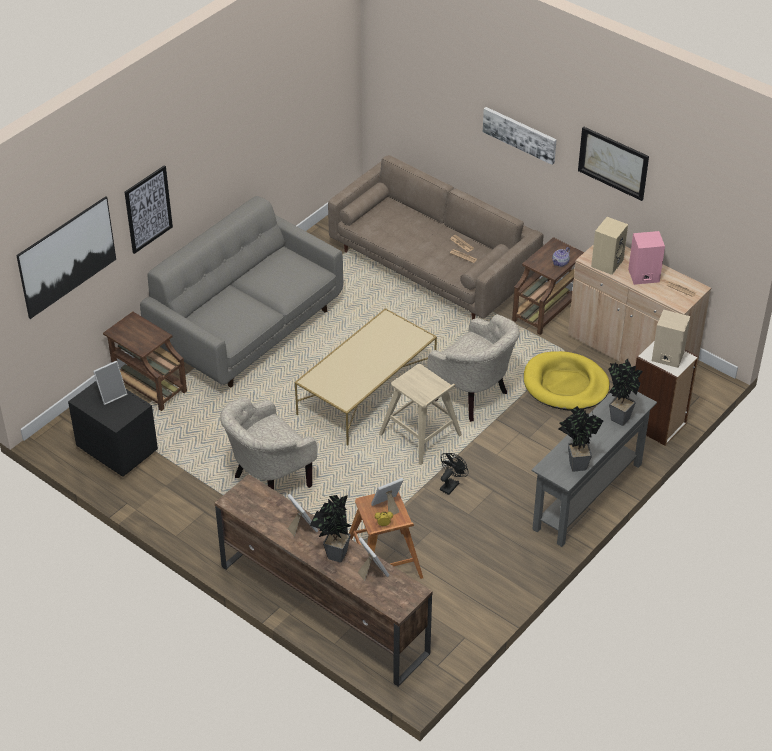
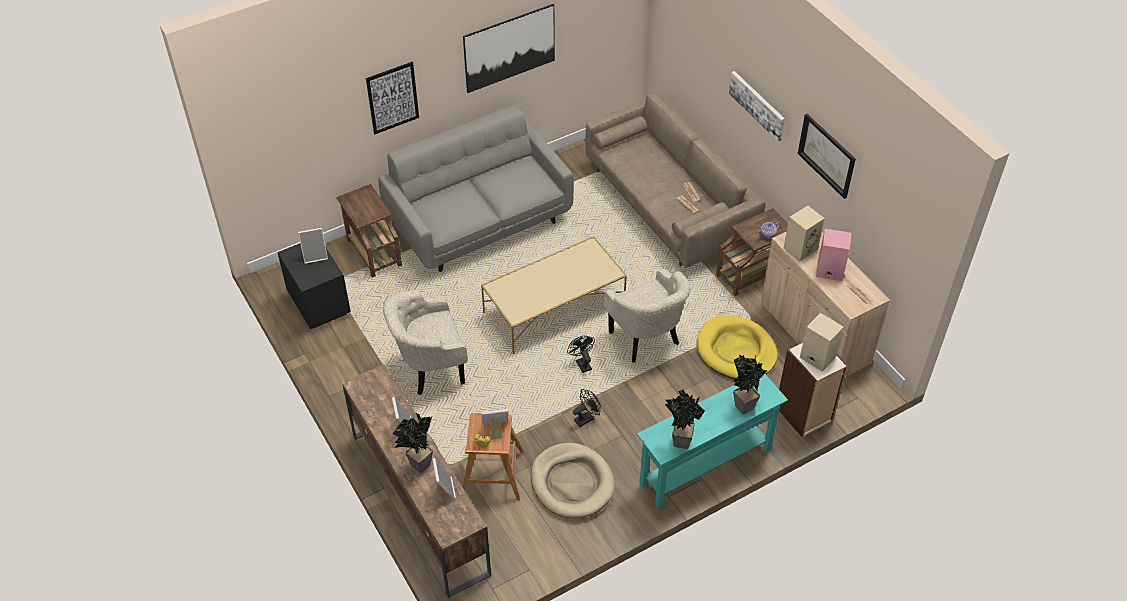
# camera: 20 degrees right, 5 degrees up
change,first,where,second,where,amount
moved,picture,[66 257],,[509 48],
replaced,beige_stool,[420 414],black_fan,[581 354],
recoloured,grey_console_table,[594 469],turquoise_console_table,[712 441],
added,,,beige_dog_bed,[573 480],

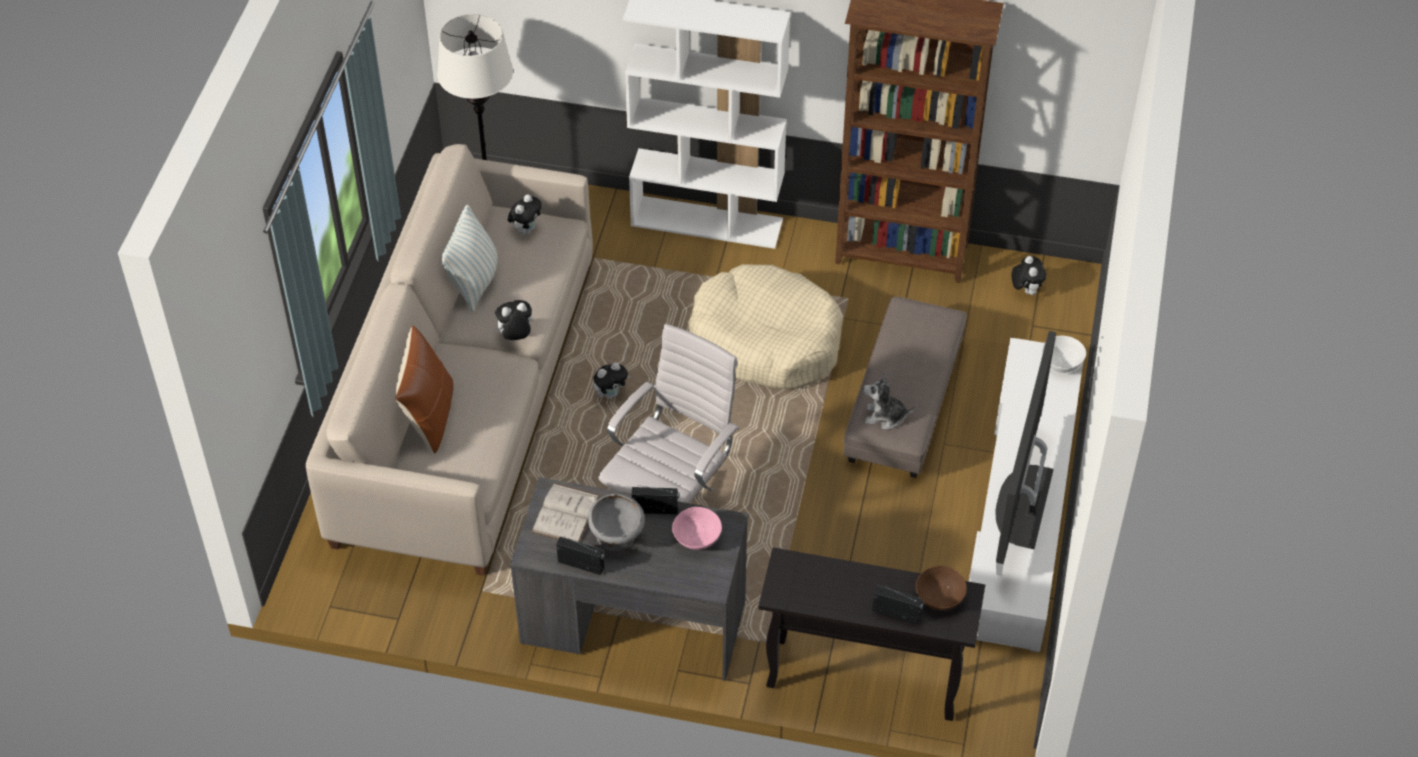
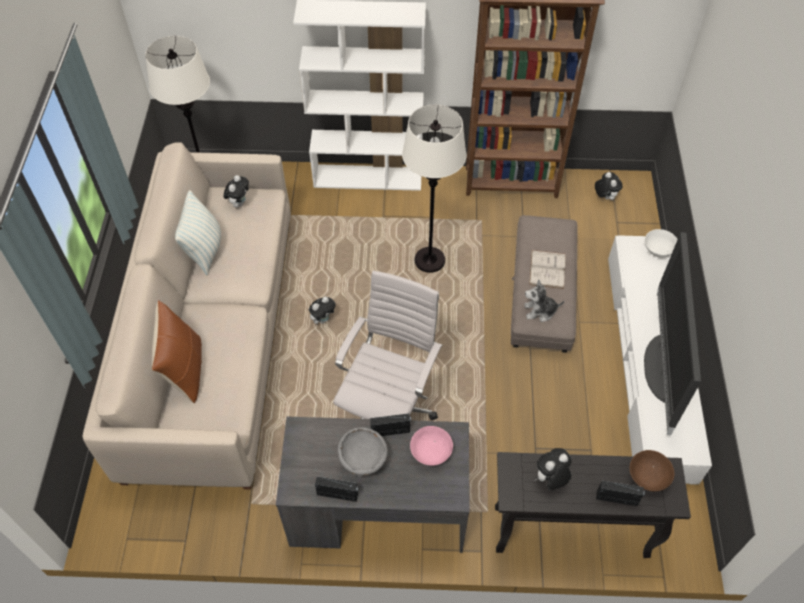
# camera: 10 degrees left, 5 degrees up
change,first,where,second,where,amount
moved,plush_toy,[513 320],,[553 469],
moved,white_book,[566 512],,[547 269],
replaced,beige_dog_bed,[765 326],white_floor_lamp,[434 189],

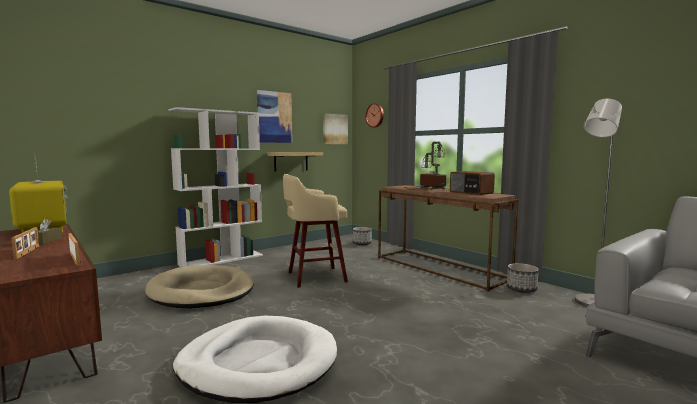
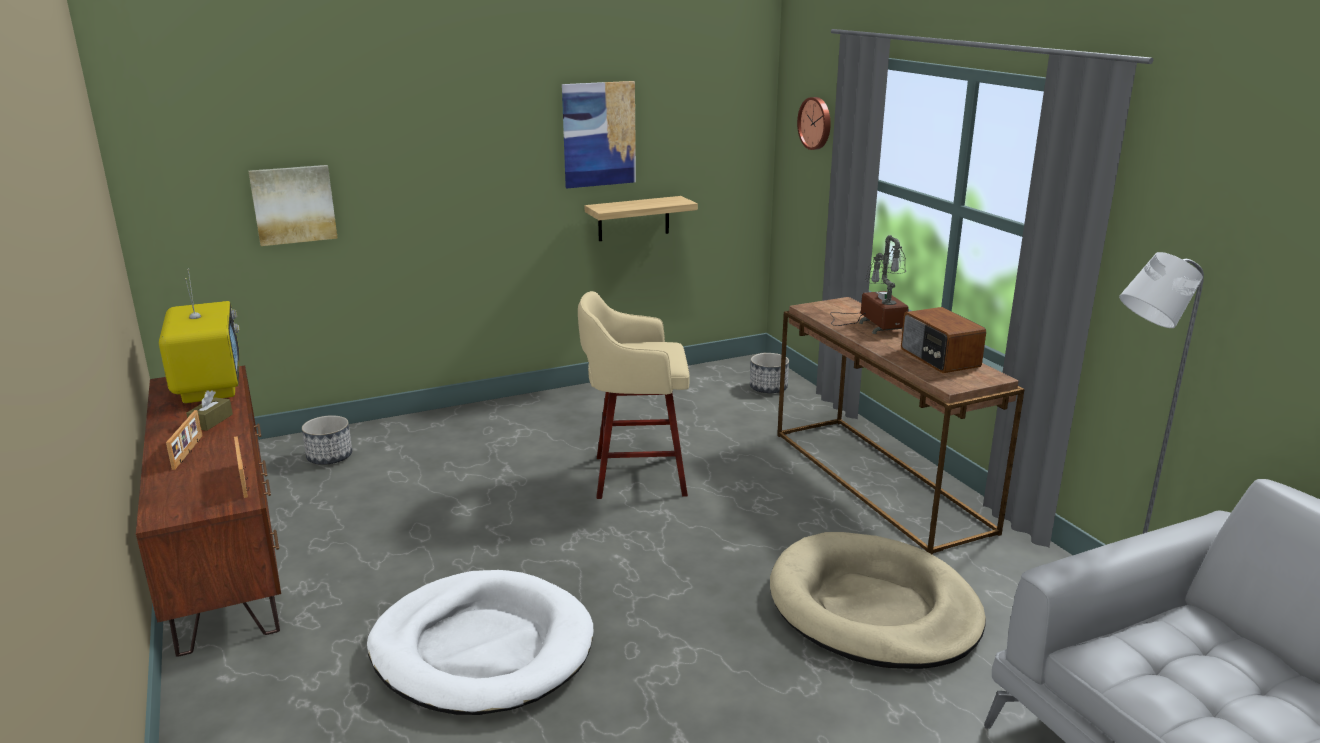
# camera: 15 degrees right, 15 degrees up
change,first,where,second,where,amount
moved,beige_dog_bed,[199 287],,[878 600],
removed,white_bookcase,[216 187],,,
moved,picture,[335 128],,[293 205],
moved,planter,[523 278],,[327 440],

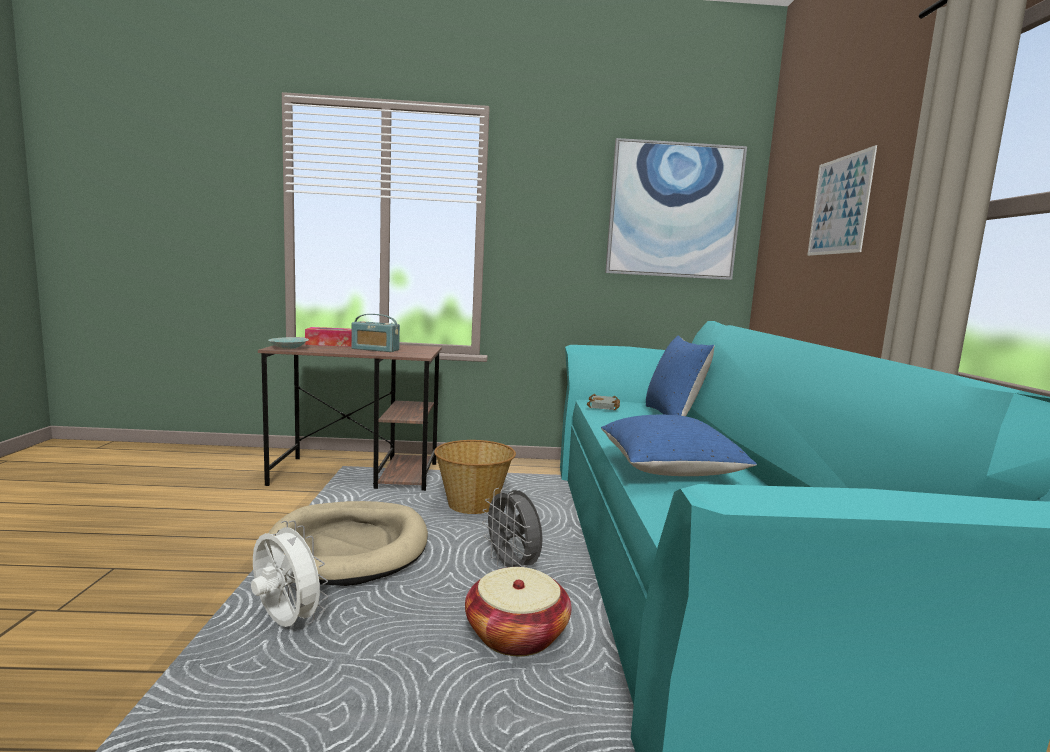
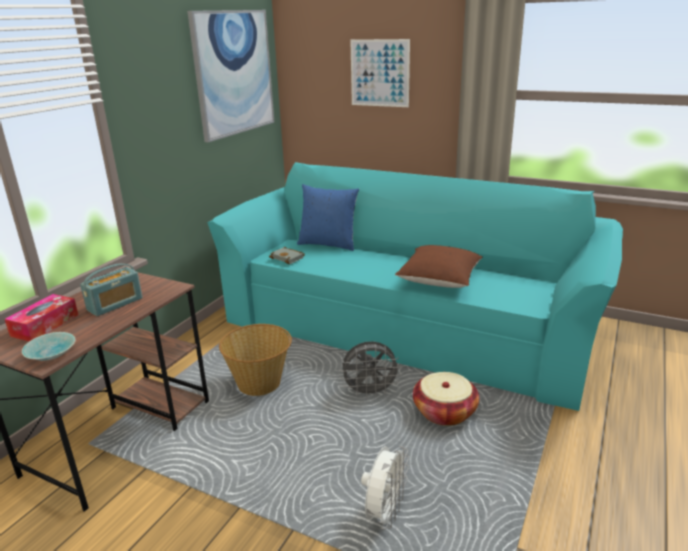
# camera: 60 degrees left, 15 degrees up
change,first,where,second,where,amount
turned,white_fan,[289 573],,[385 487],135 degrees clockwise
removed,beige_dog_bed,[348 543],,,
recoloured,blue_pillow,[679 445],brown_pillow,[439 266],

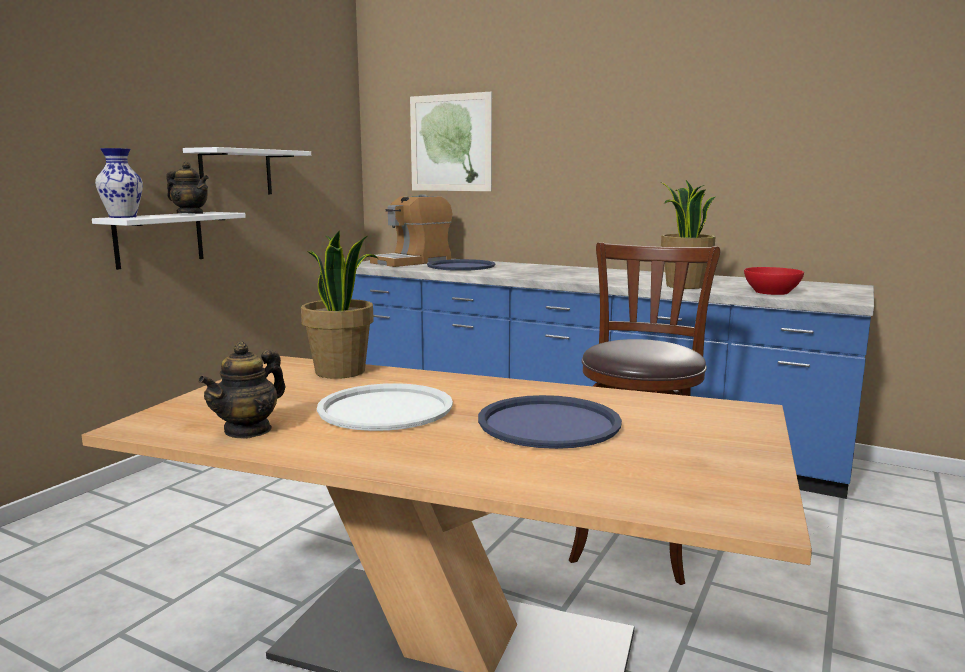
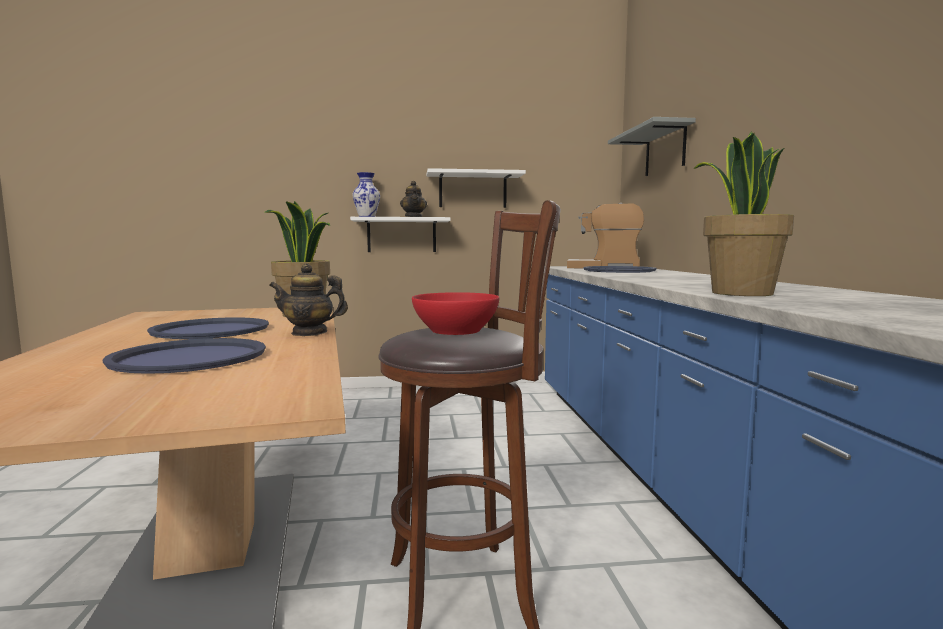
# camera: 55 degrees right, 5 degrees down
change,first,where,second,where,amount
moved,teapot,[242 390],,[308 299],
recoloured,white_tray,[385 407],blue_tray,[208 328],
replaced,picture,[451 141],grey_shelf,[652 146],
moved,red_bowl,[774 281],,[455 313],

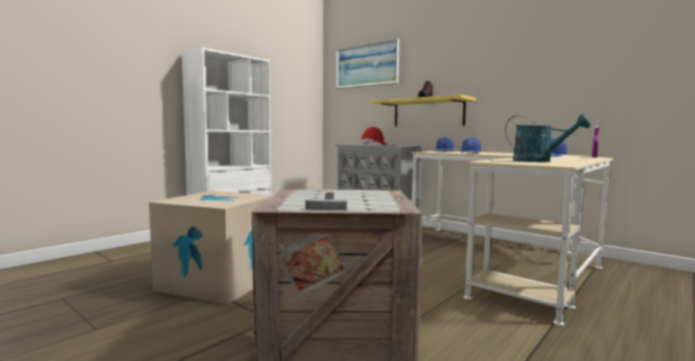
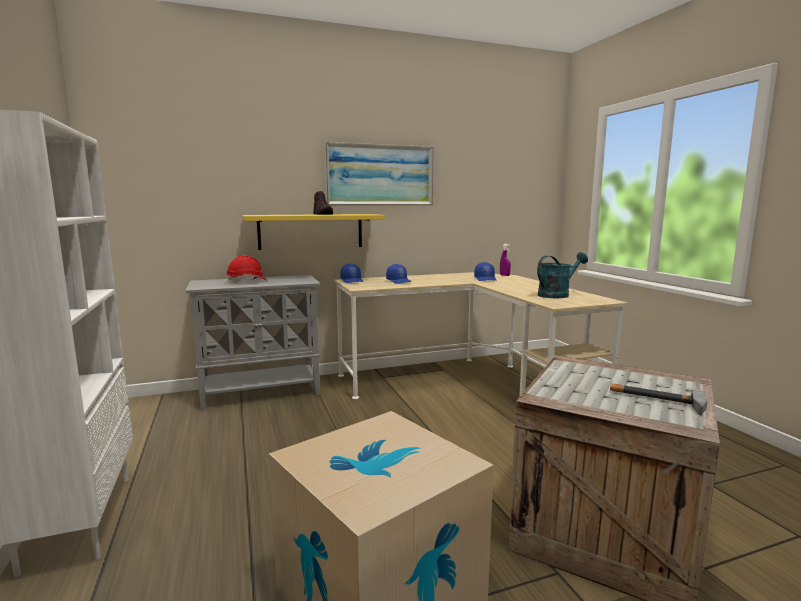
# camera: 60 degrees left, 5 degrees up
change,first,where,second,where,amount
moved,picture,[367 63],,[379 173],

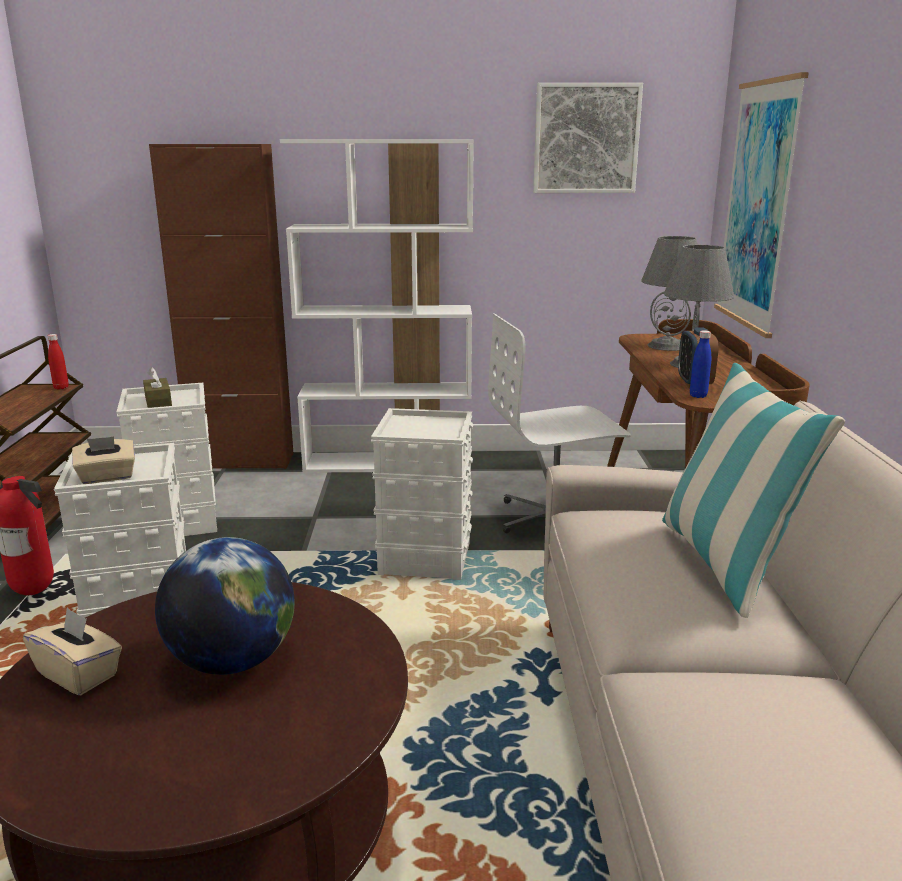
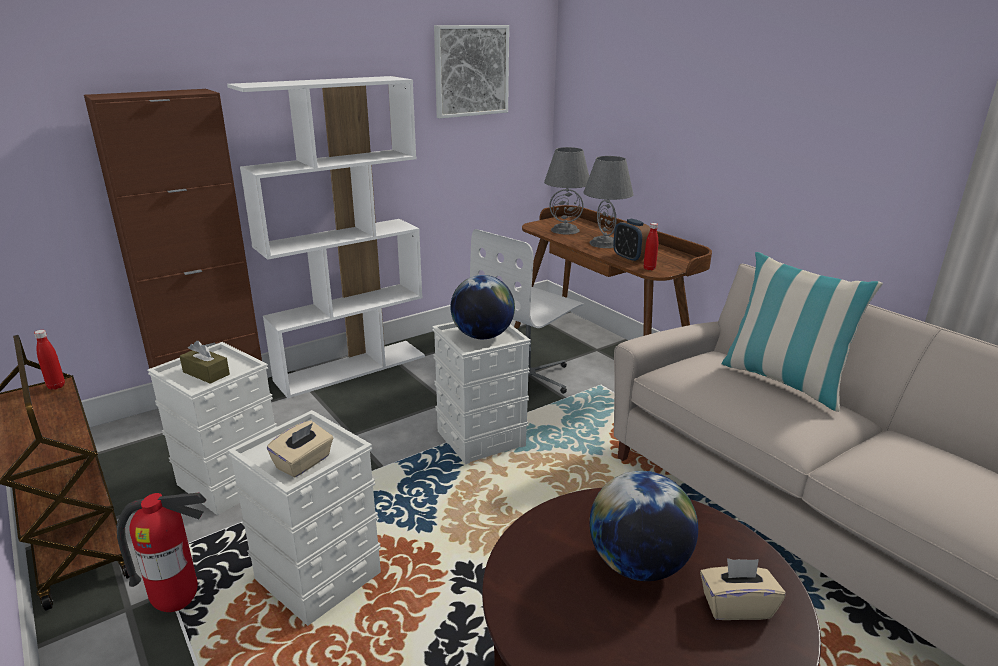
# camera: 35 degrees left, 5 degrees up
change,first,where,second,where,amount
moved,beige_tissue_box,[72 651],,[743 589],
recoloured,blue_bottle,[700 364],red_bottle,[650 246],
removed,picture,[761 205],,,
added,,,globe,[482 307],

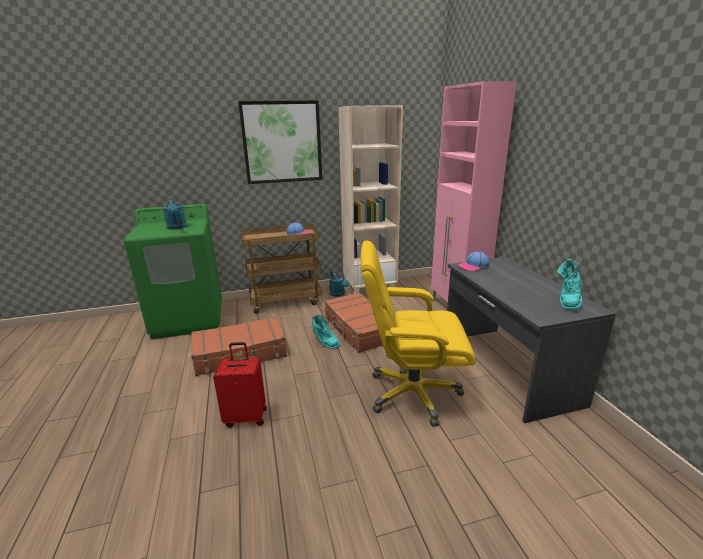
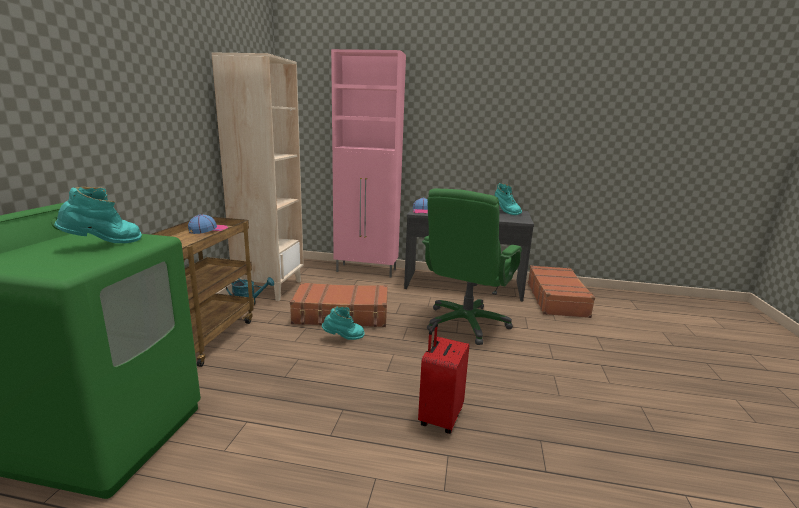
# camera: 65 degrees left, 5 degrees down
change,first,where,second,where,amount
replaced,turquoise_watering_can,[174 214],turquoise_boot,[98 215],
moved,brown_suitcase,[239 346],,[561 291],
removed,picture,[280 142],,,
recoloured,yellow_office_chair,[418 333],green_office_chair,[472 266],

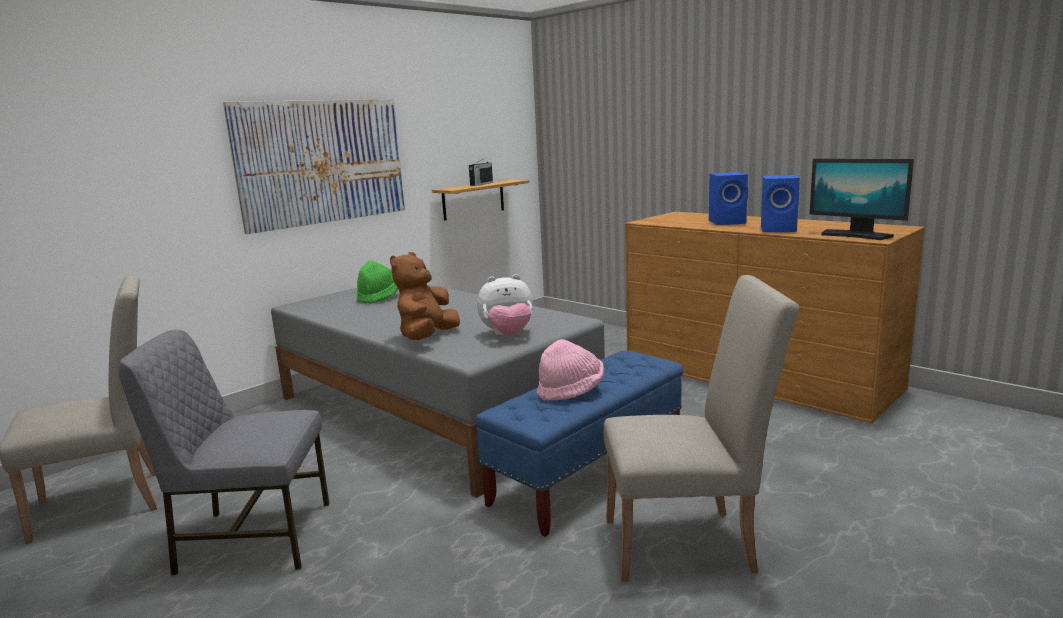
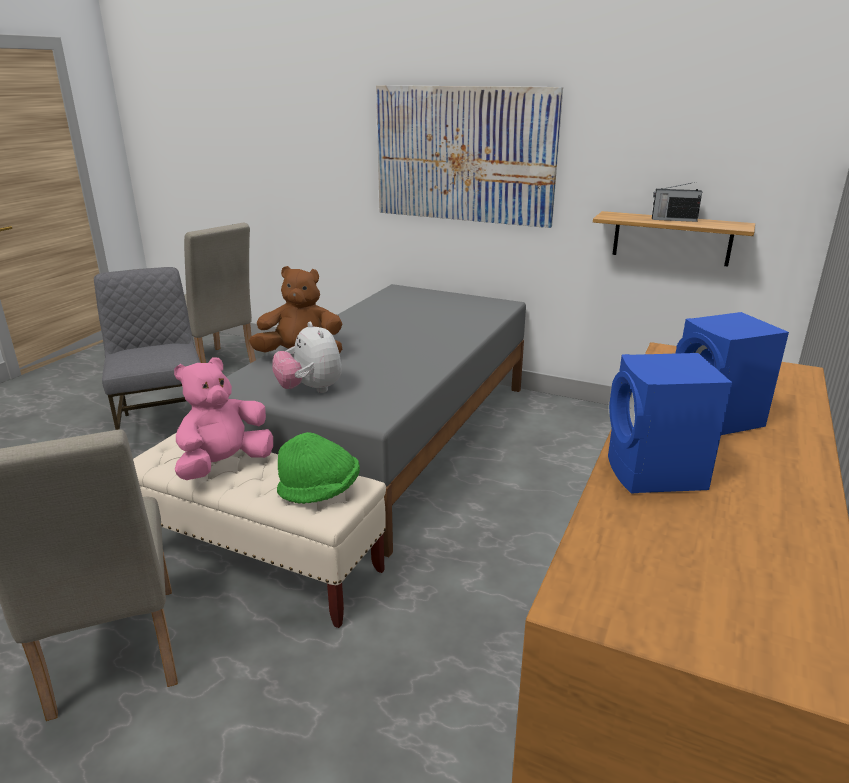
# camera: 70 degrees right, 10 degrees up
change,first,where,second,where,amount
moved,green_hat,[377 282],,[318 468],
recoloured,blue_bench,[579 443],beige_bench,[259 530],
replaced,pink_hat,[570 370],pink_plush_toy,[223 418],
removed,monitor,[862 199],,,

